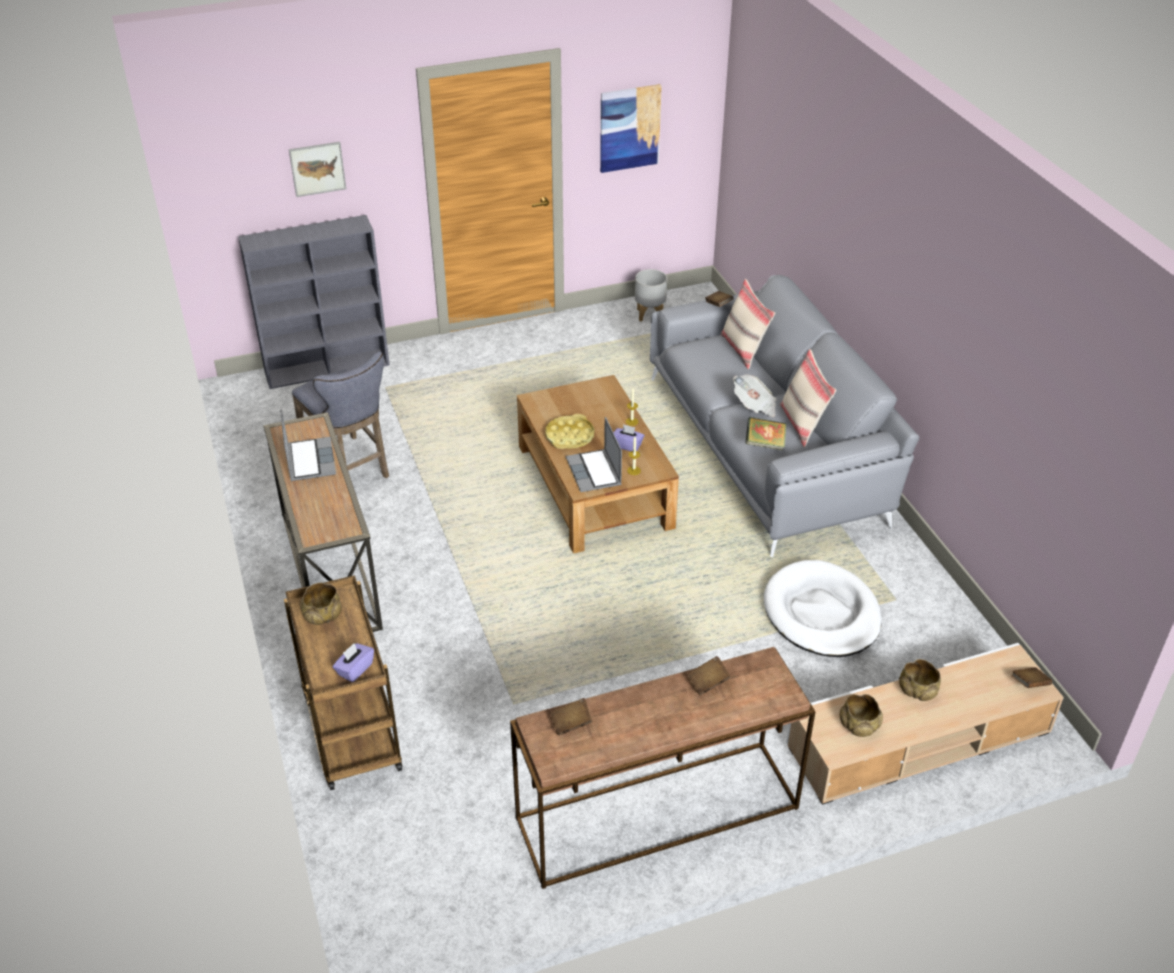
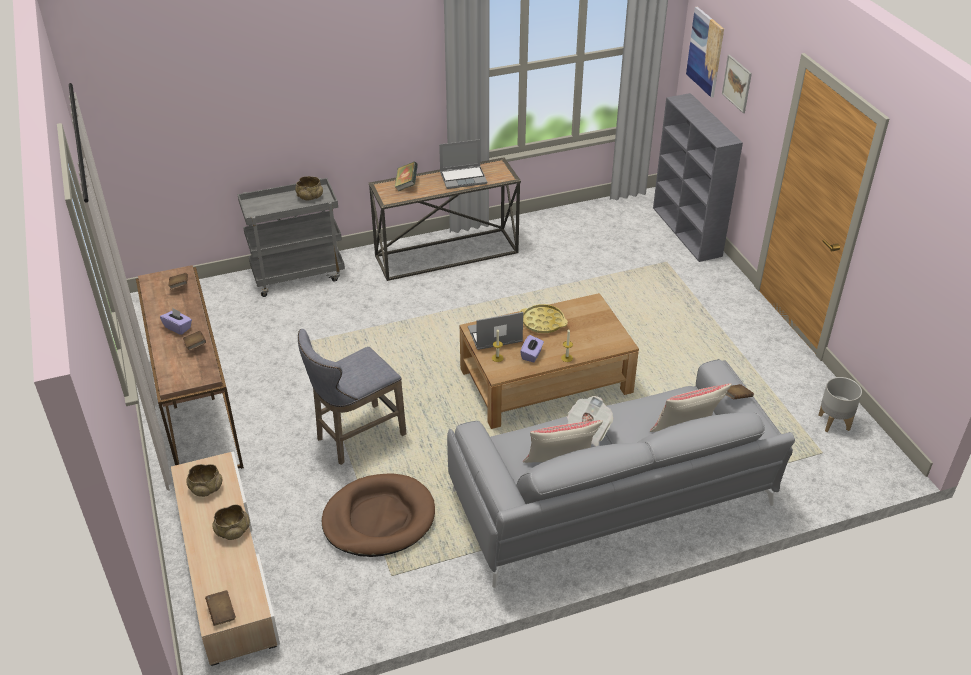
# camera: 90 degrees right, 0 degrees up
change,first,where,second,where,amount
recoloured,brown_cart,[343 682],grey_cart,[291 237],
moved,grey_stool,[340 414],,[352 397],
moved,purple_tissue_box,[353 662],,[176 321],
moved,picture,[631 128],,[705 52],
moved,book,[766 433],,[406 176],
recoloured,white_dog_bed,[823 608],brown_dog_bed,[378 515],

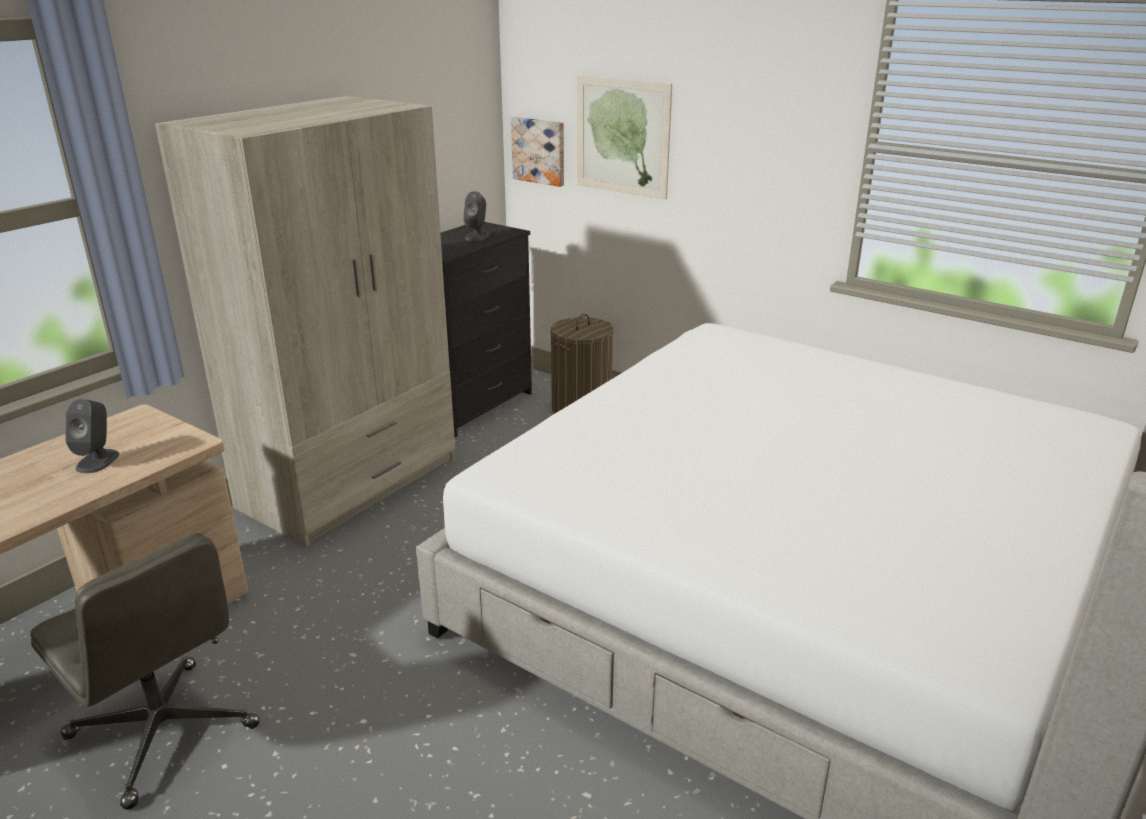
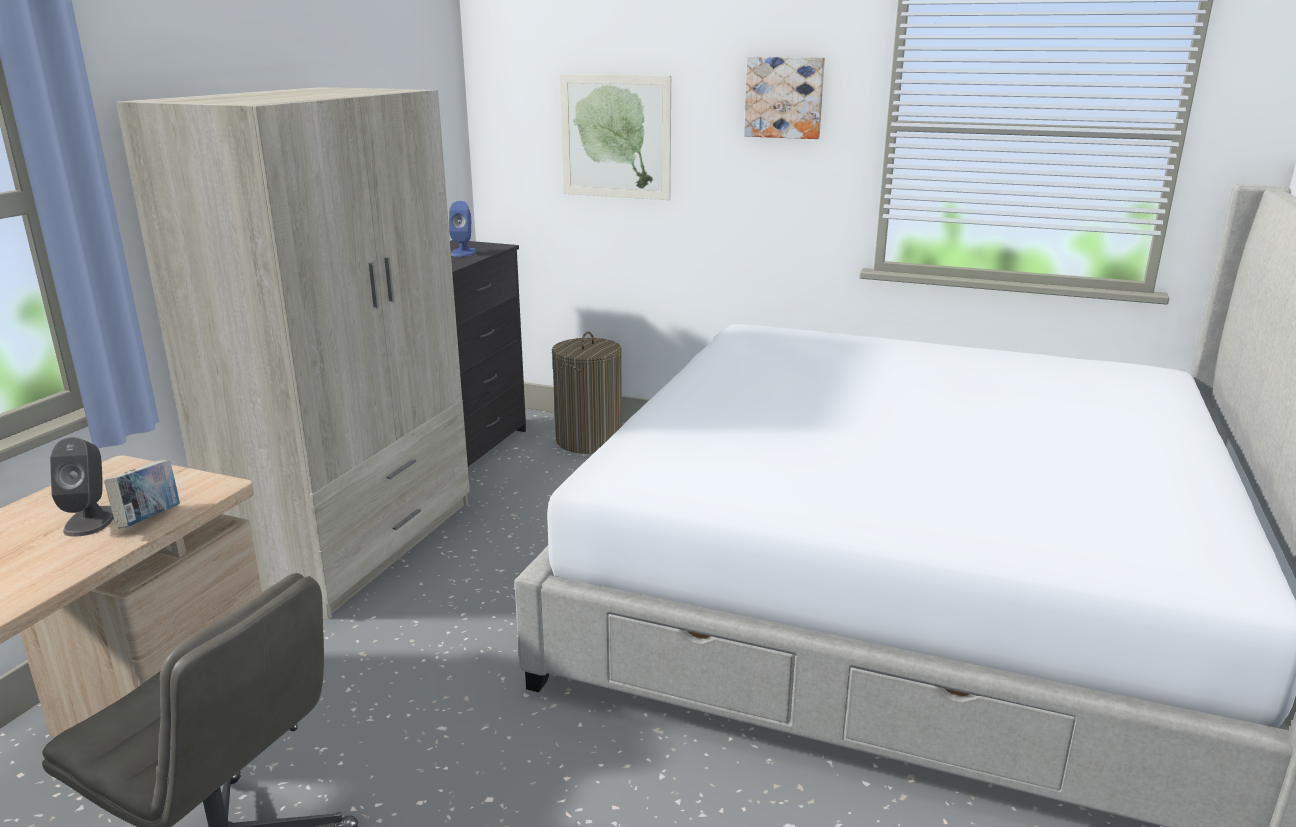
# camera: 15 degrees left, 5 degrees down
change,first,where,second,where,amount
recoloured,grey_speaker,[476 216],blue_speaker,[462 229],
moved,picture,[537 152],,[784 98],
added,,,book,[142 494],

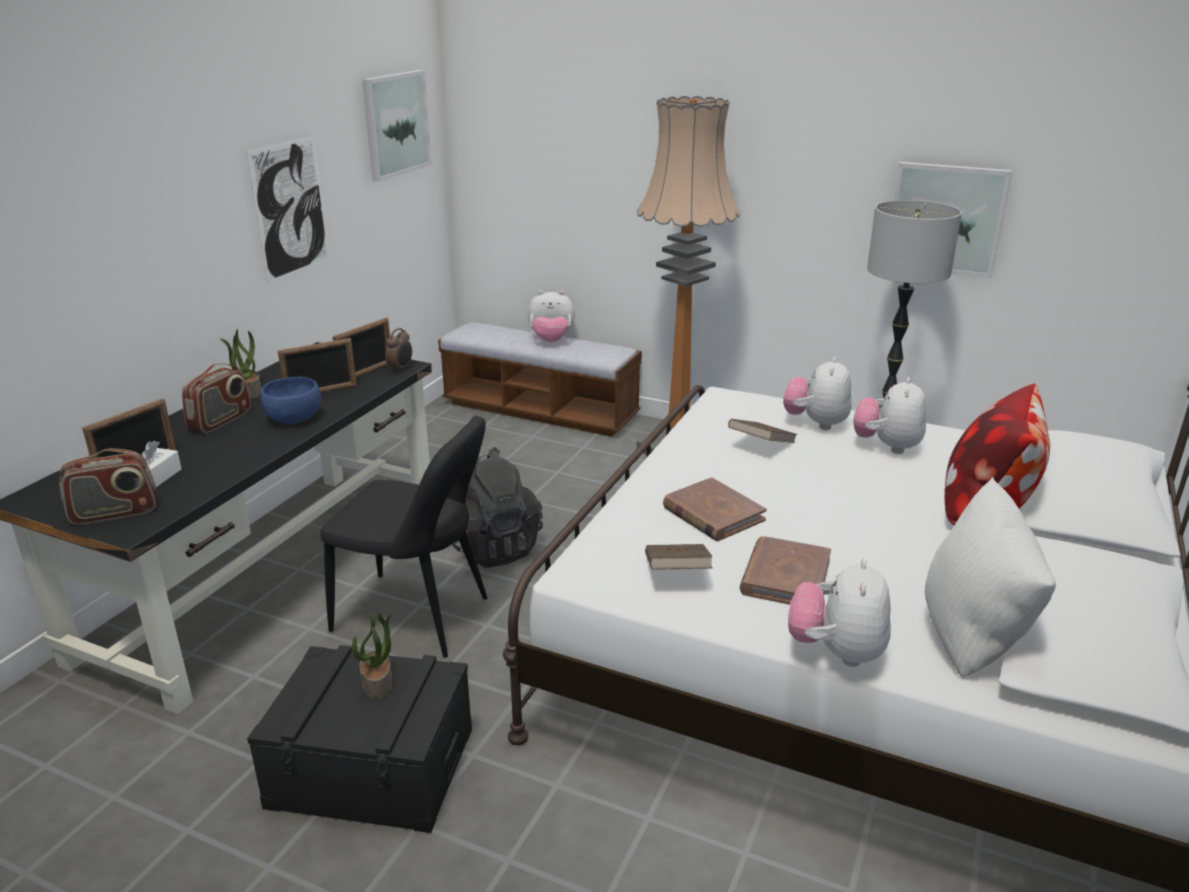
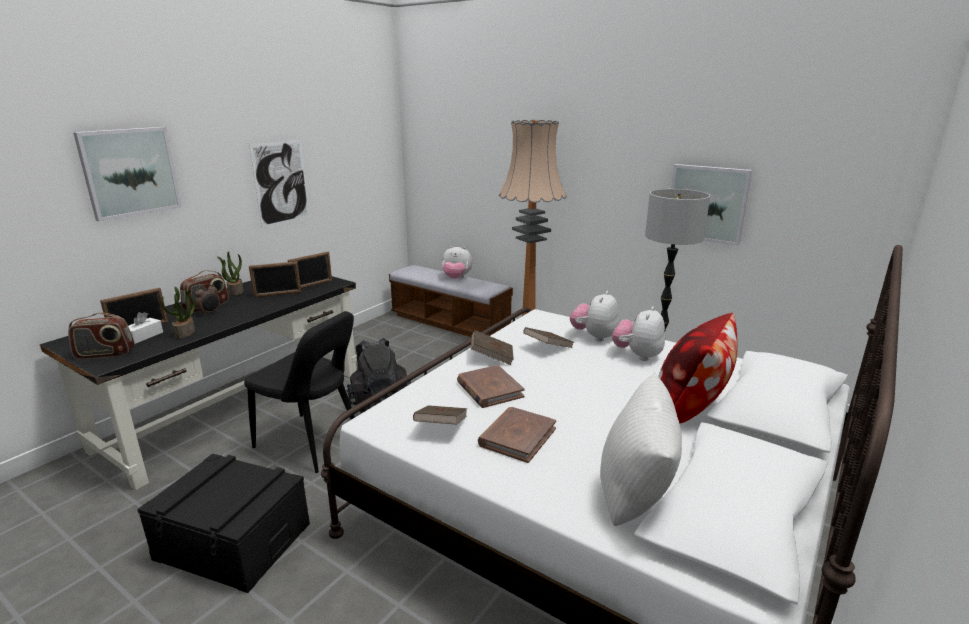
# camera: 10 degrees right, 5 degrees down
change,first,where,second,where,amount
removed,blue_bowl,[291 400],,,
moved,potted_plant,[373 655],,[178 313],
moved,picture,[397 126],,[127 174],
moved,alarm_clock,[398 350],,[207 300],
removed,plush_toy,[839 613],,,
added,,,brown_book,[492 347],

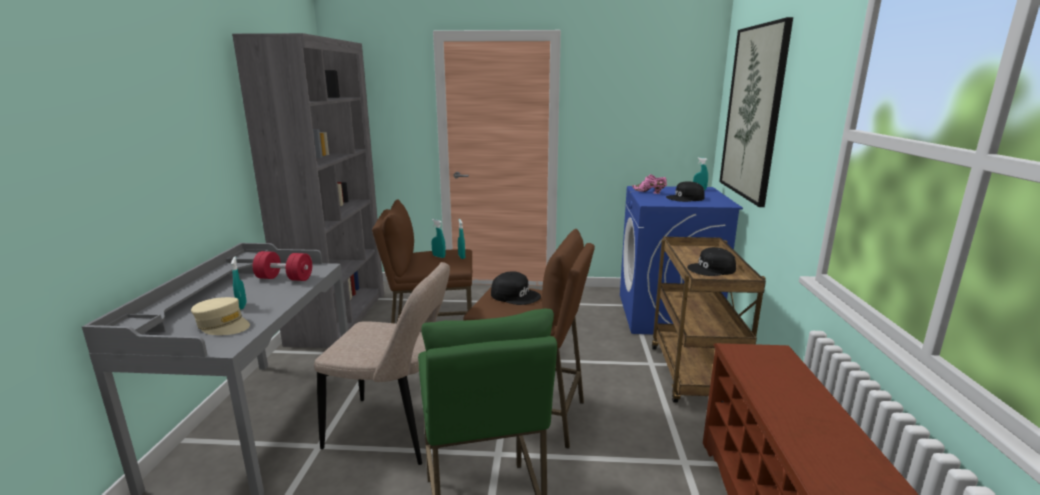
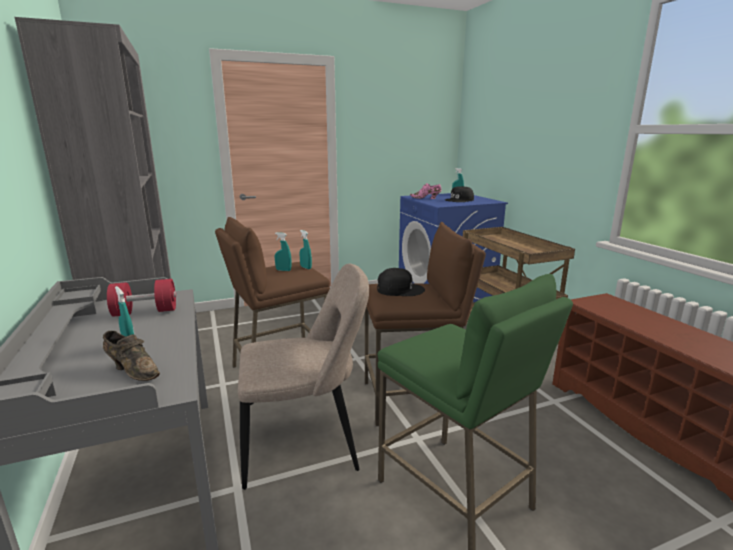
# camera: 25 degrees left, 0 degrees up
change,first,where,second,where,amount
replaced,beige_cap,[220 316],brown_shoe,[131 356],
removed,black_cap,[711 261],,,
removed,picture,[756 112],,,

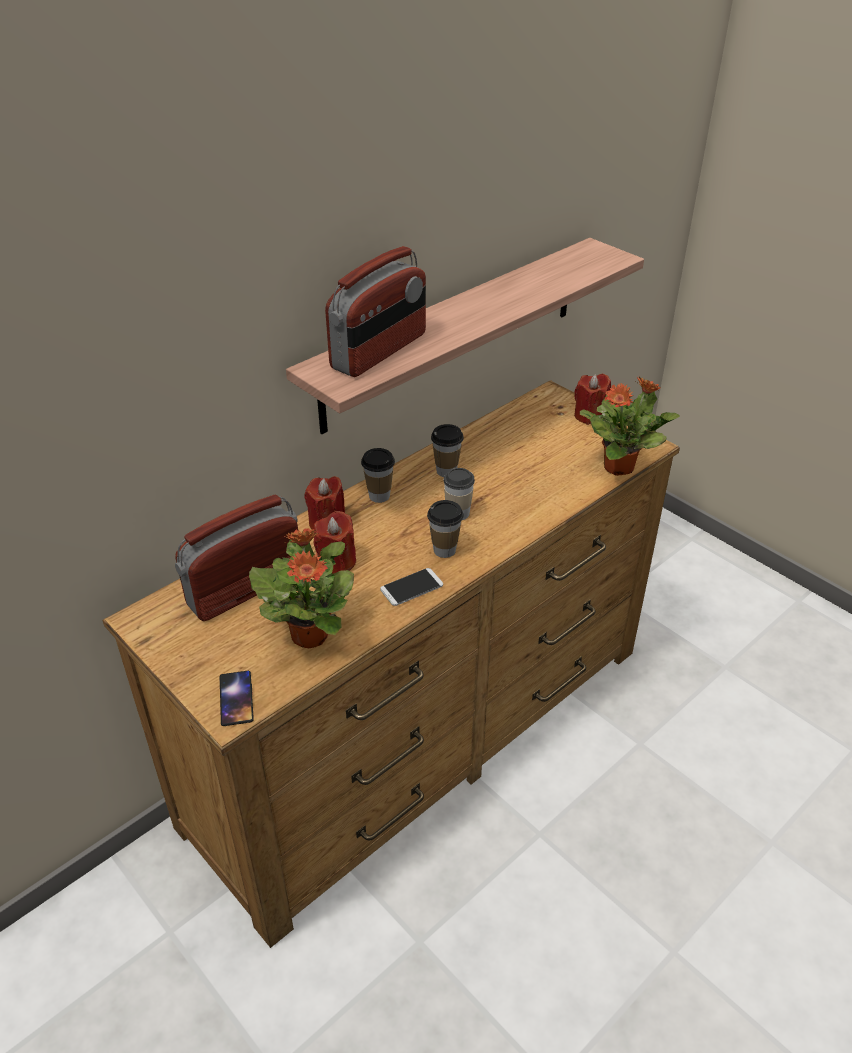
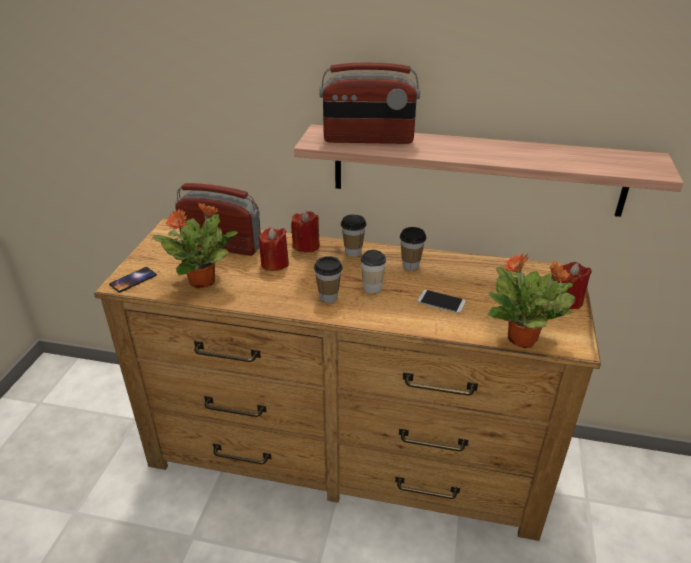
# camera: 55 degrees right, 5 degrees down
change,first,where,second,where,amount
moved,phone,[411 587],,[441 301],

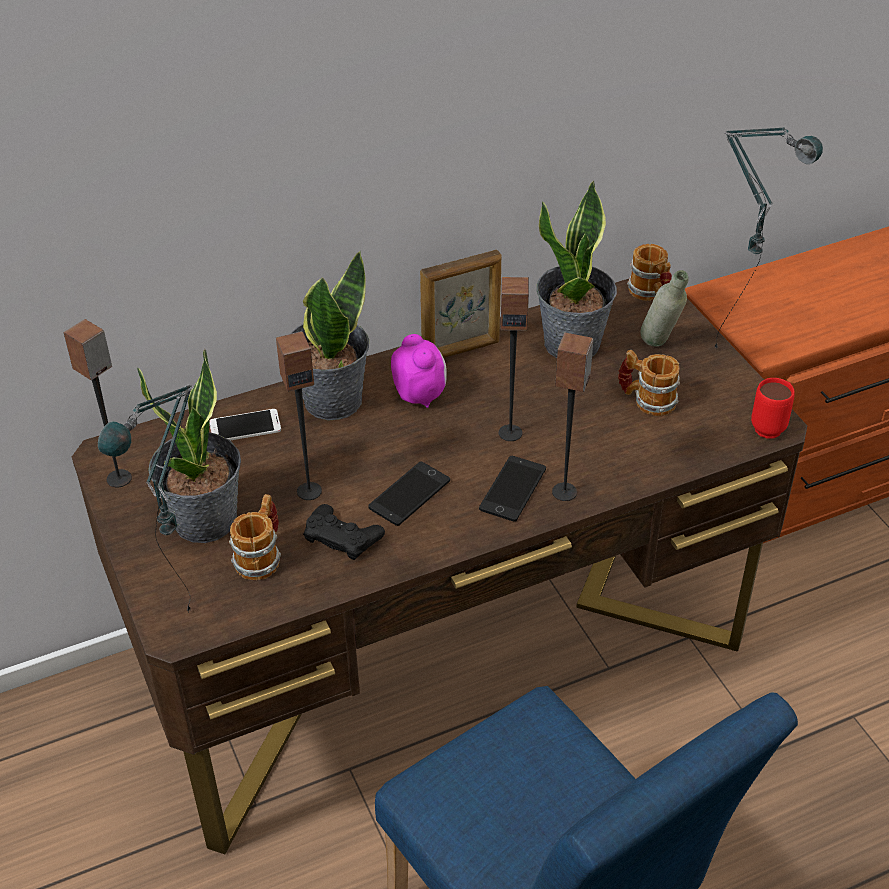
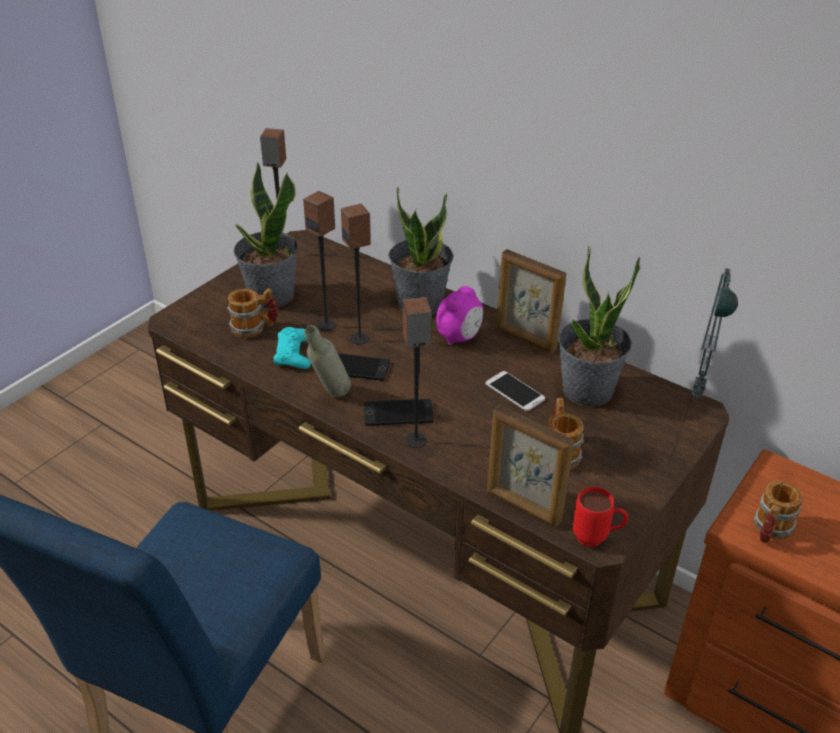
# camera: 60 degrees right, 5 degrees down
change,first,where,second,where,amount
removed,table_lamp,[146 499],,,
moved,phone,[245 424],,[515 391],
recoloured,black_game_controller,[344 532],turquoise_game_controller,[292 348],
moved,speaker,[514 359],,[356 274],
moved,mug,[649 272],,[778 511],
moved,grey_bottle,[664 308],,[328 361],
added,,,picture_frame,[530 465],

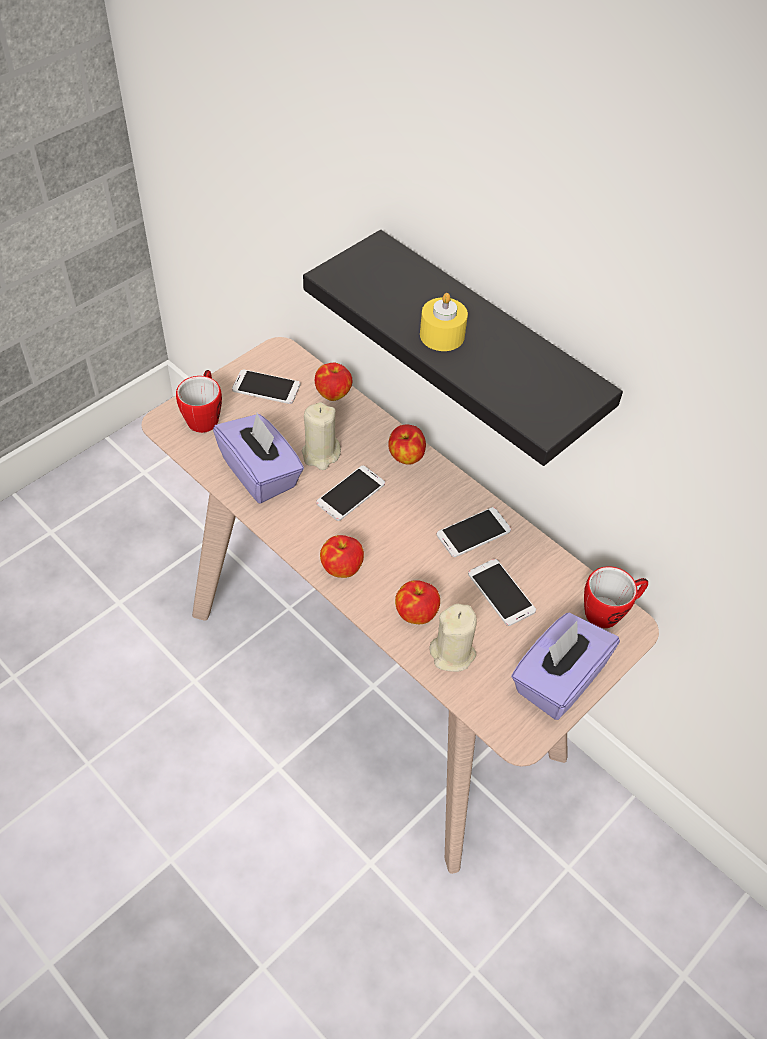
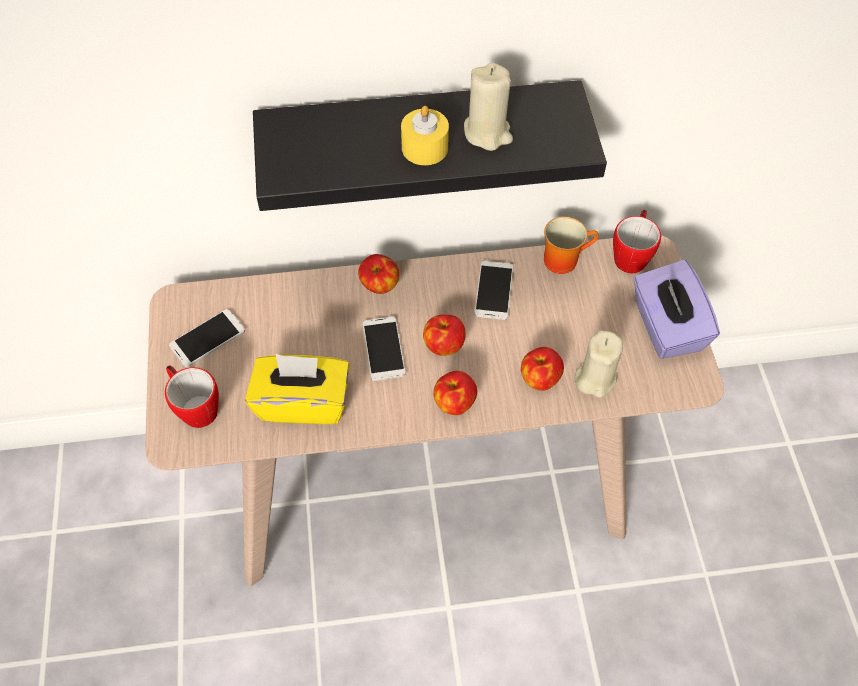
# camera: 50 degrees left, 5 degrees up
change,first,where,second,where,amount
recoloured,purple_tissue_box,[258 458],yellow_tissue_box,[297 389],
moved,beige_candle,[321 436],,[488 107],
moved,apple,[333 382],,[444 335],
removed,phone,[502 592],,,
added,,,mug,[571 245],

